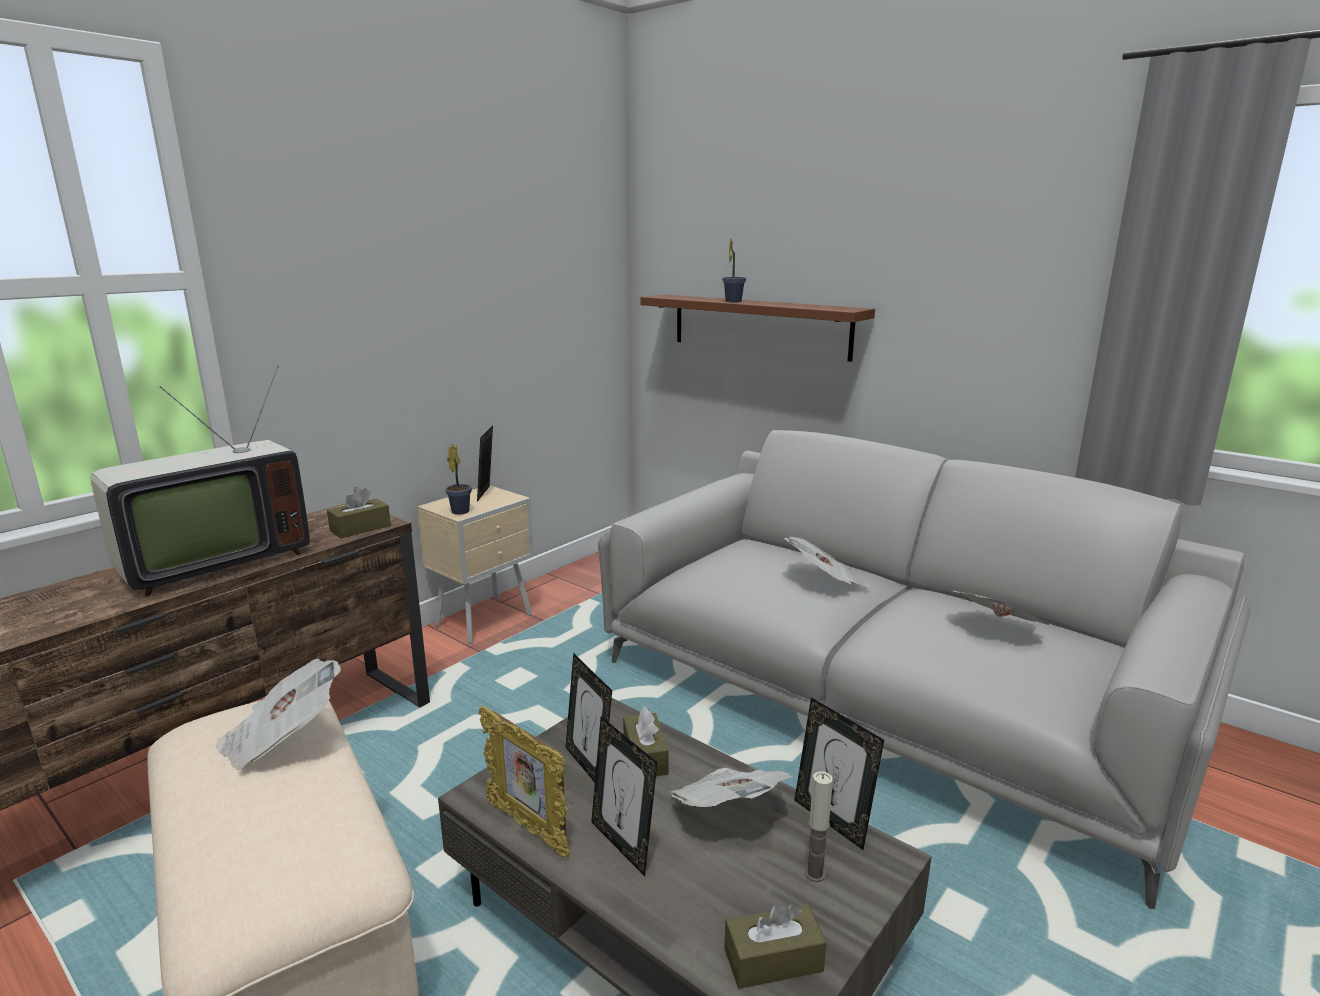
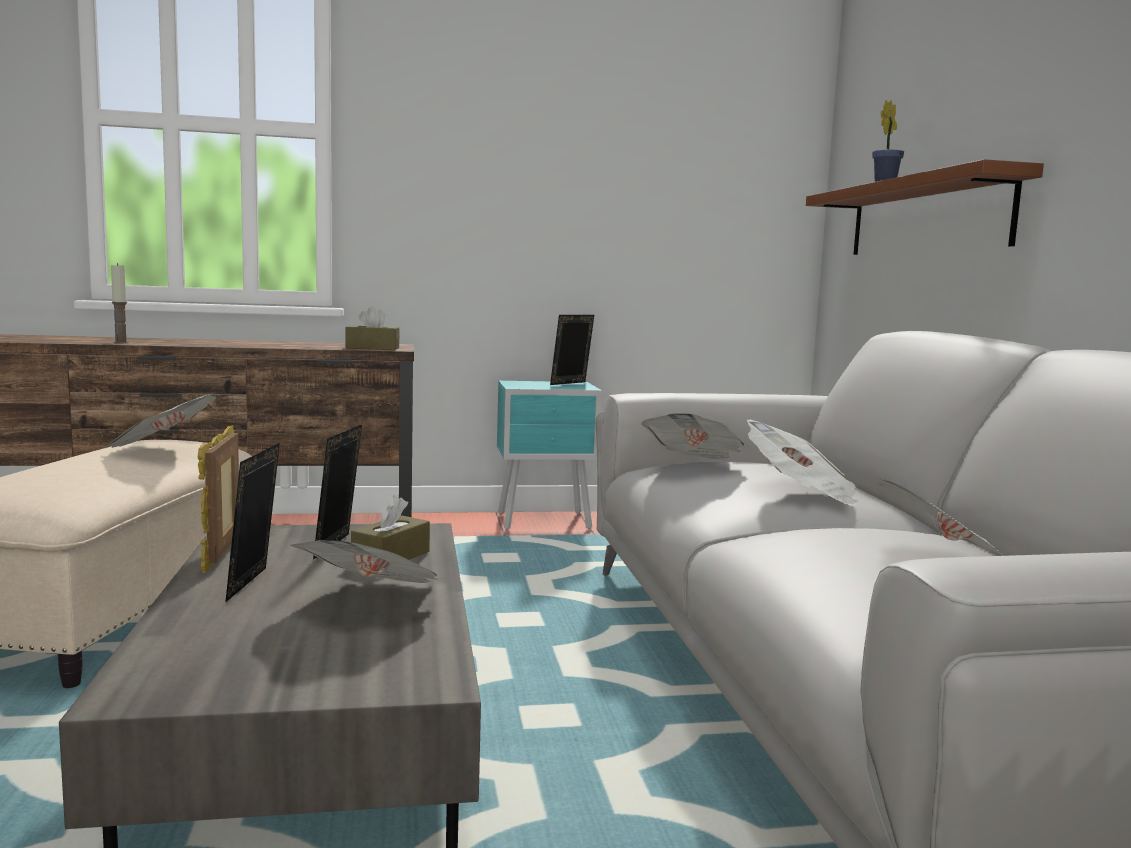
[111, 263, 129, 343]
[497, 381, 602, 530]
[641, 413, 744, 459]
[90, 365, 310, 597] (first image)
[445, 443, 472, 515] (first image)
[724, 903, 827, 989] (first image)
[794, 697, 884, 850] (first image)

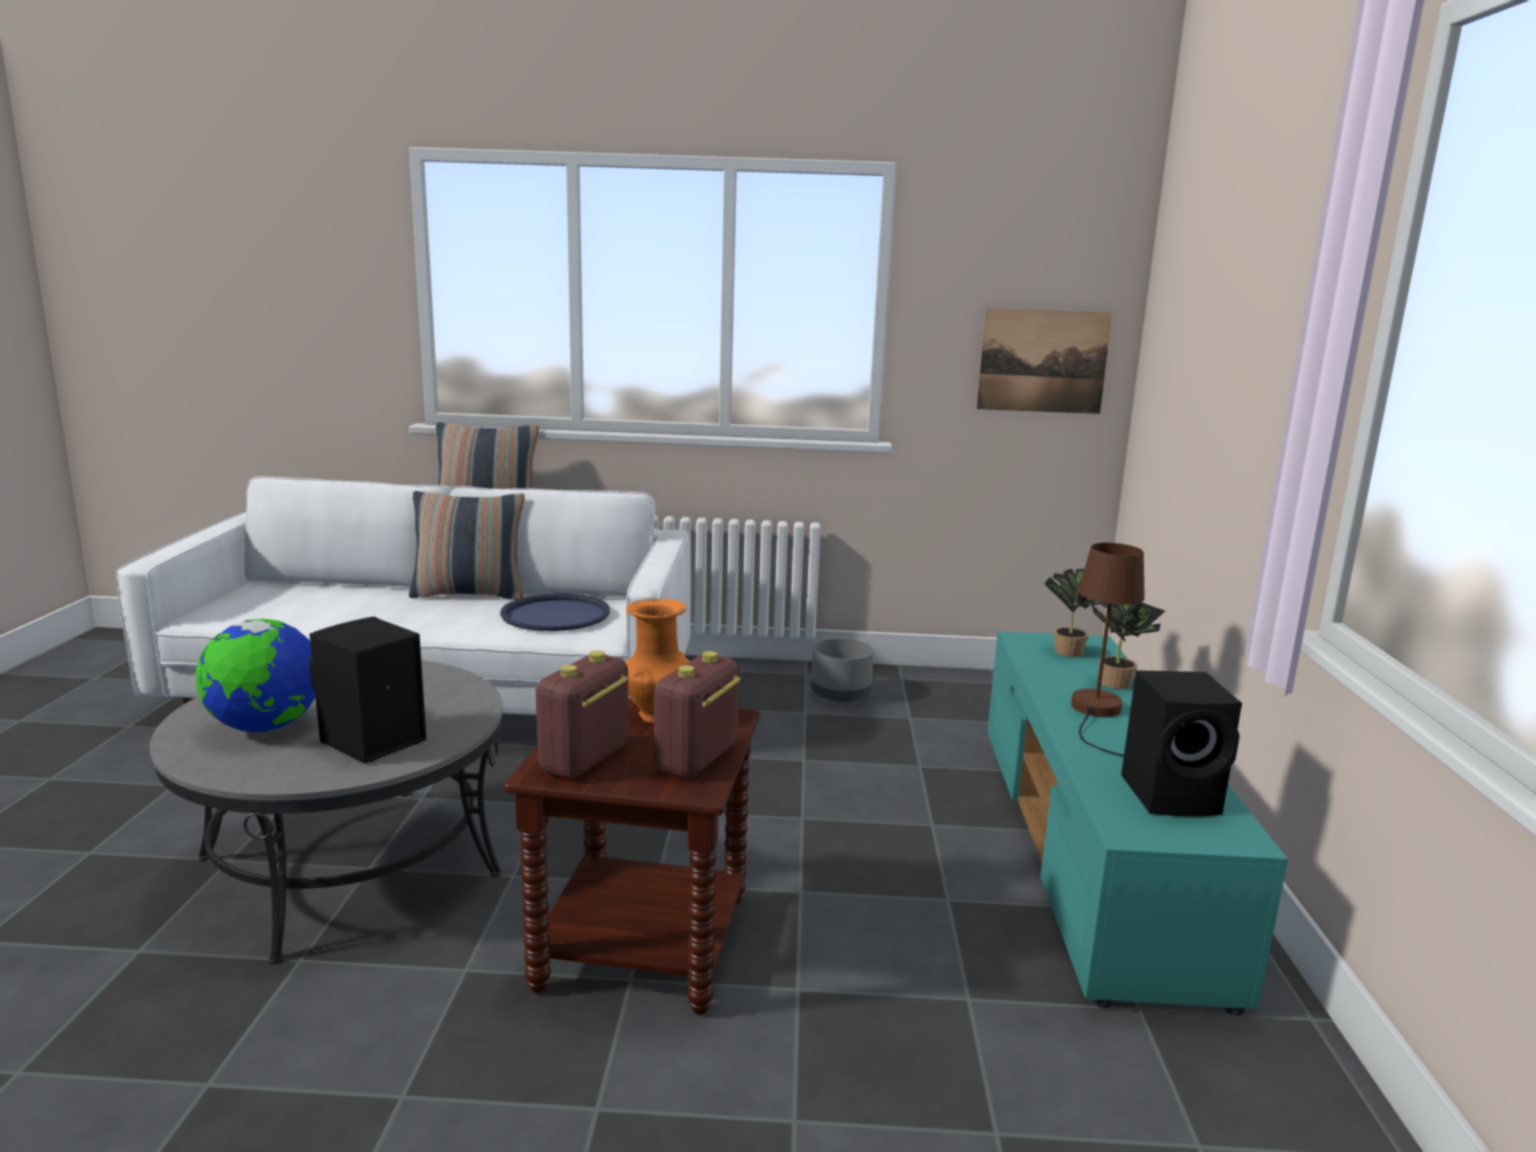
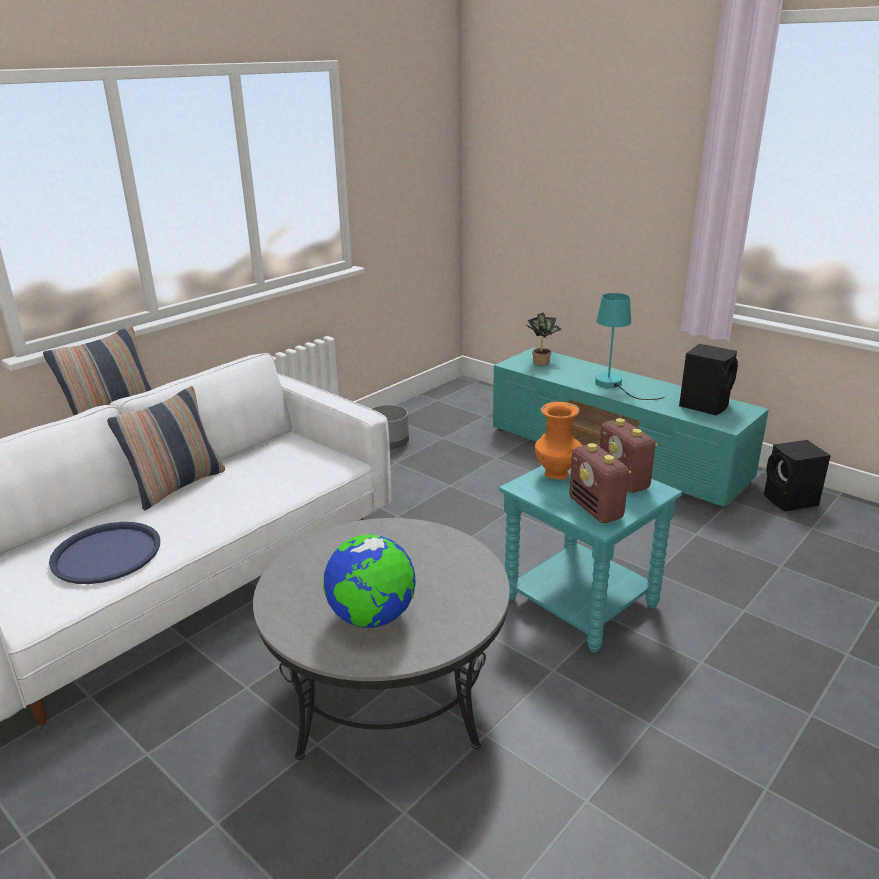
[49, 522, 160, 584]
[499, 466, 682, 652]
[595, 293, 665, 400]
[764, 440, 831, 511]
[976, 308, 1112, 414] (first image)
[1091, 602, 1165, 689] (first image)

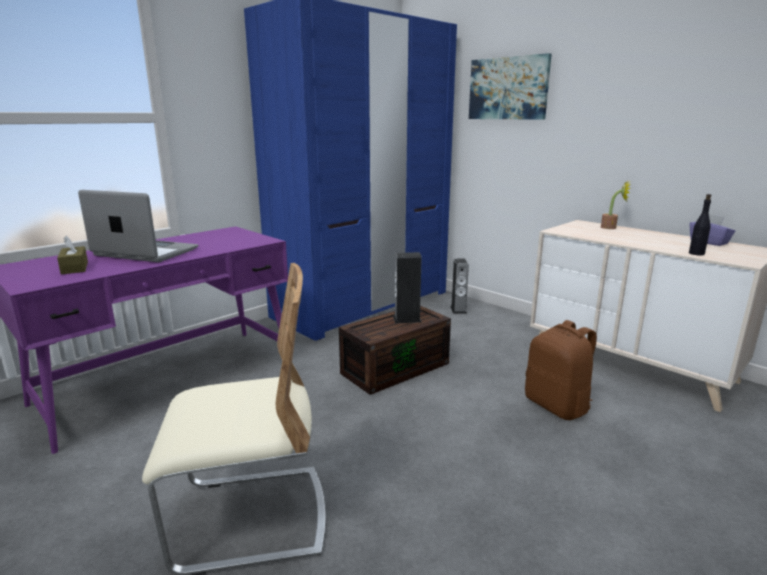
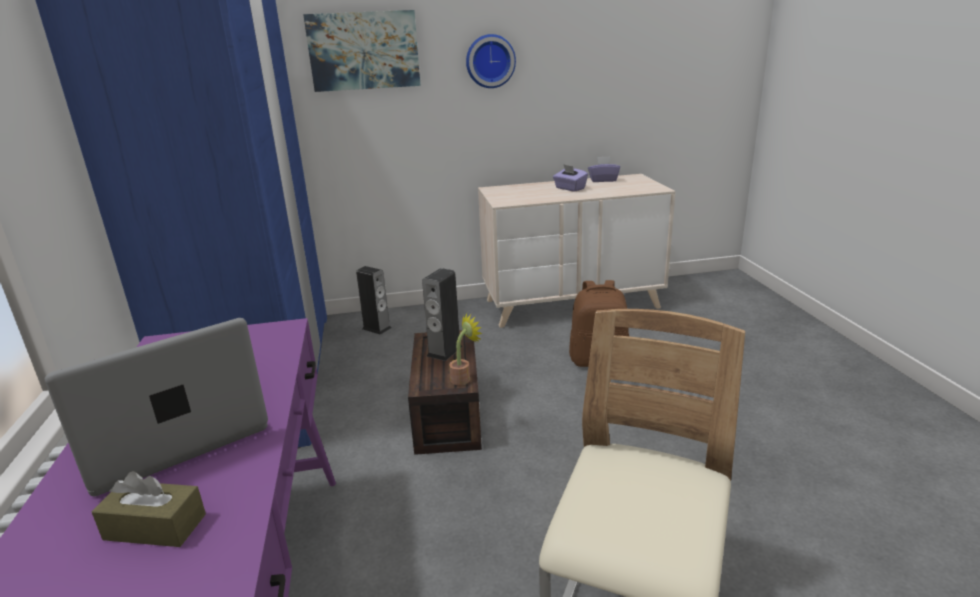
[449, 314, 483, 385]
[466, 34, 516, 88]
[553, 164, 588, 192]
[689, 194, 711, 255] (first image)

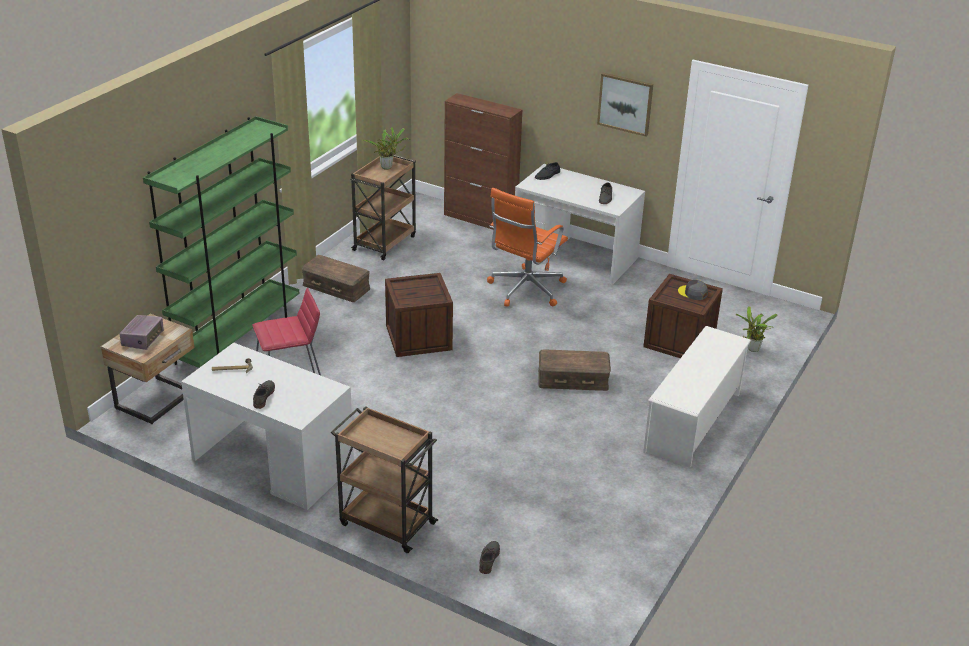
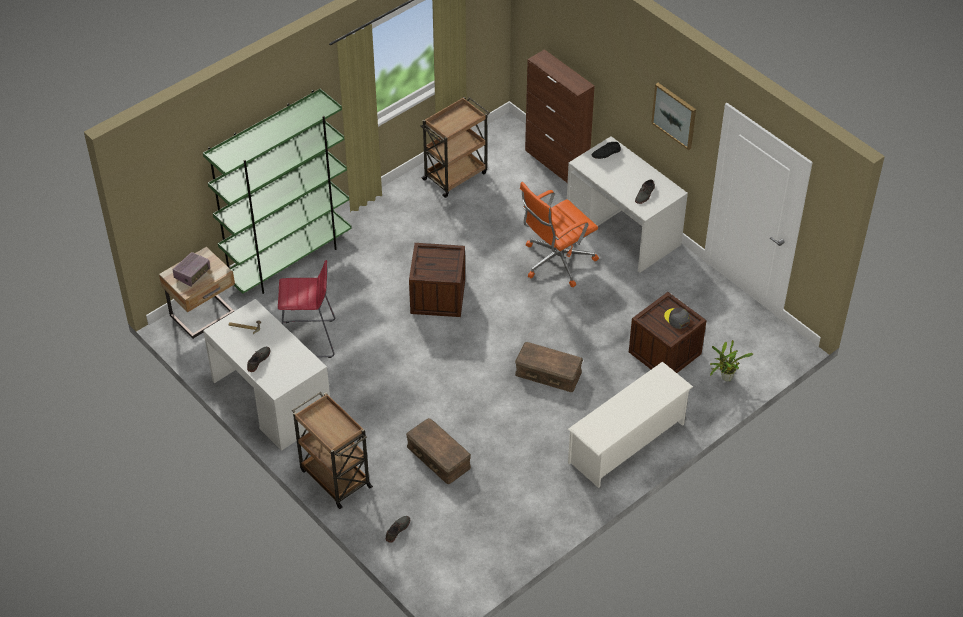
[406, 418, 471, 484]
[364, 127, 411, 169] (first image)

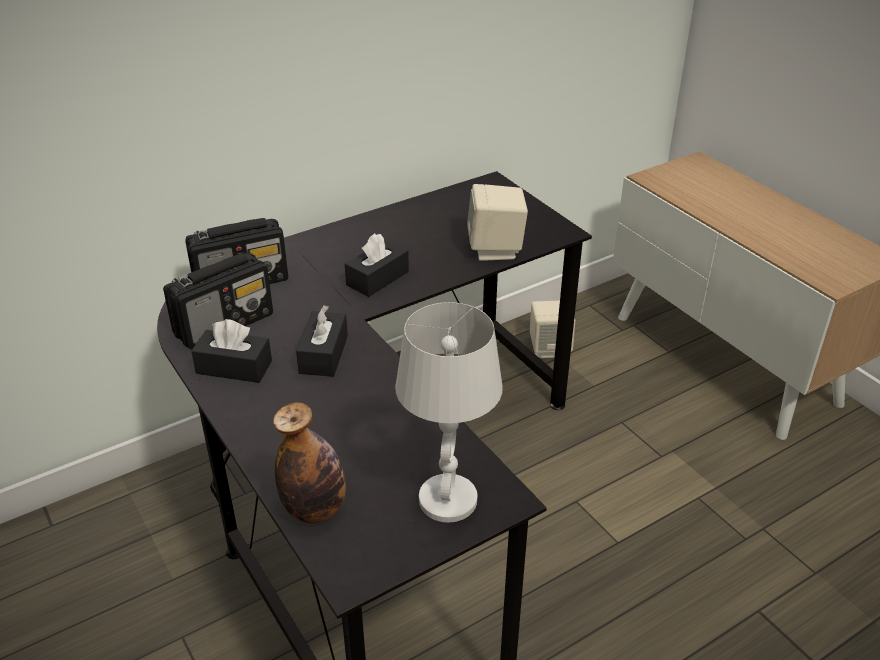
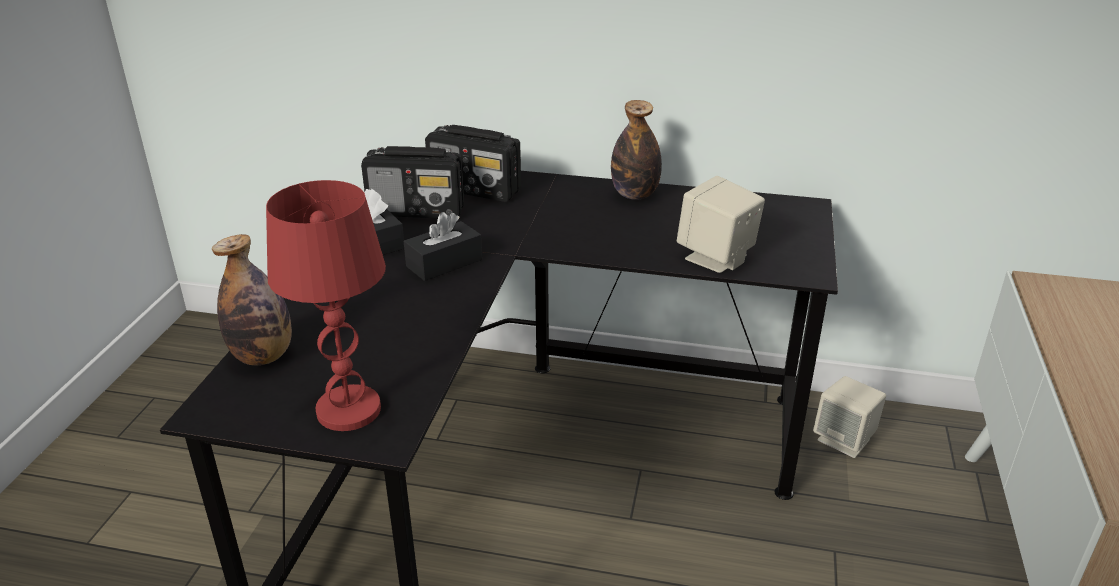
[266, 180, 386, 431]
[611, 100, 662, 200]
[345, 234, 409, 297] (first image)

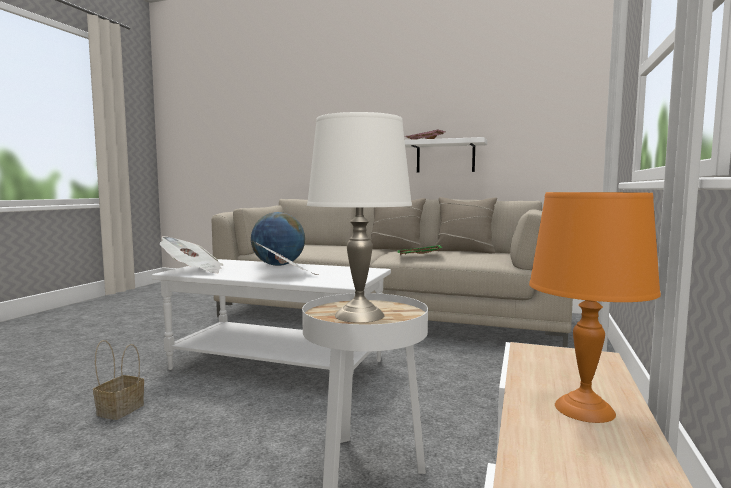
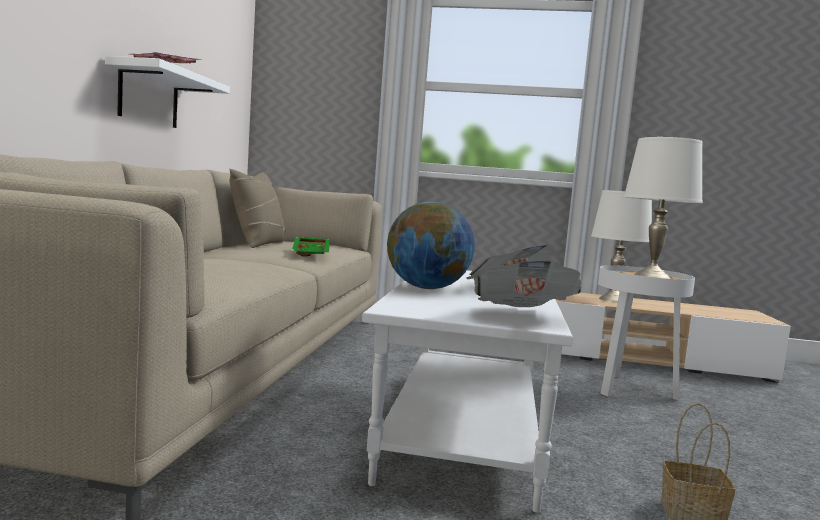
[591, 190, 652, 303]
[370, 198, 426, 250] (first image)

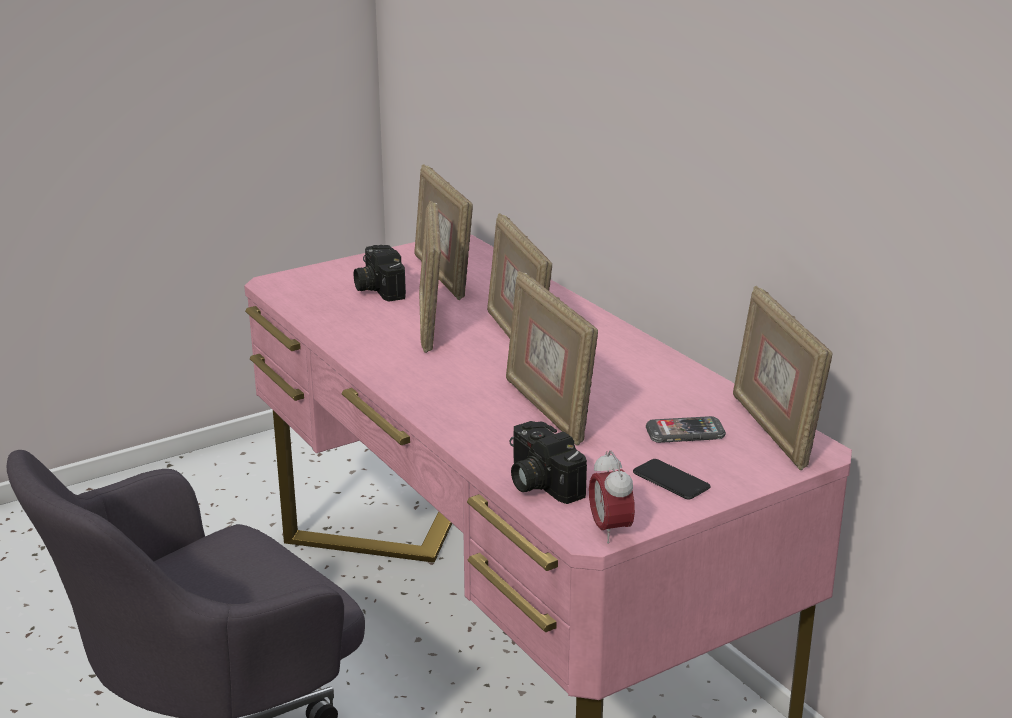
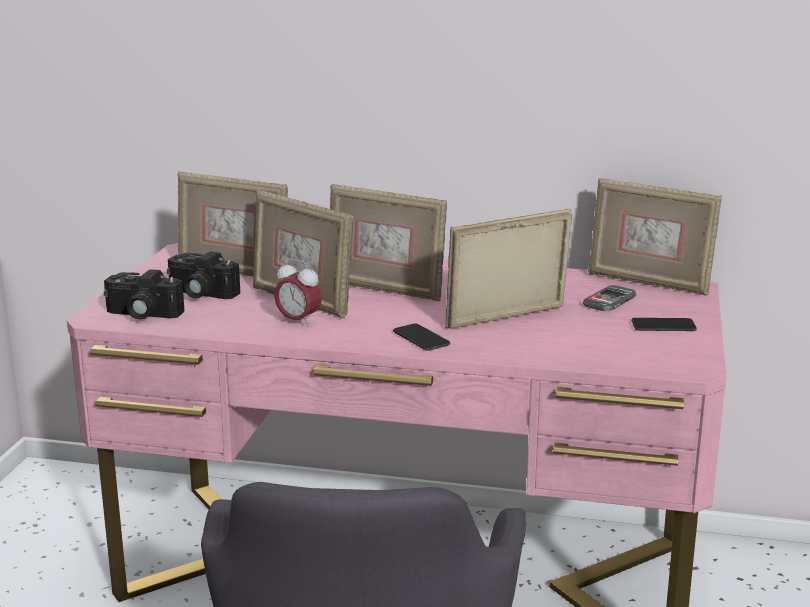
[104, 269, 184, 320]
[274, 259, 322, 327]
[393, 323, 450, 351]
[445, 209, 572, 329]

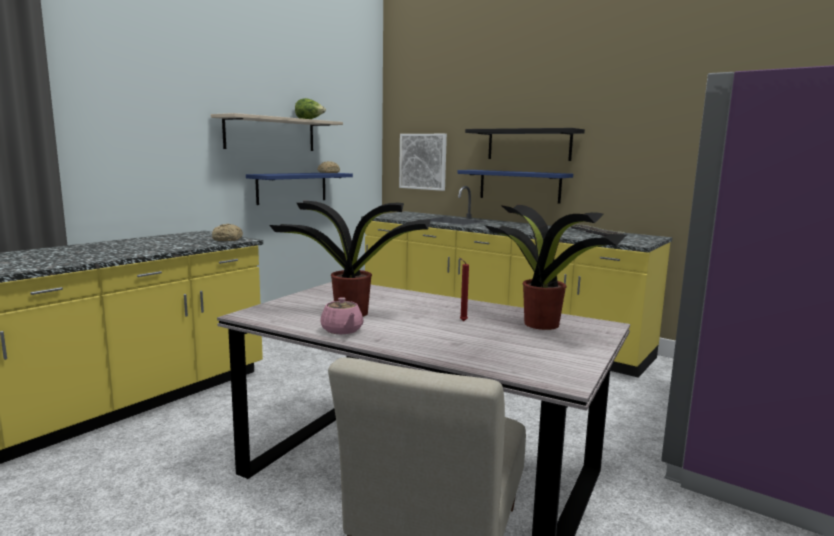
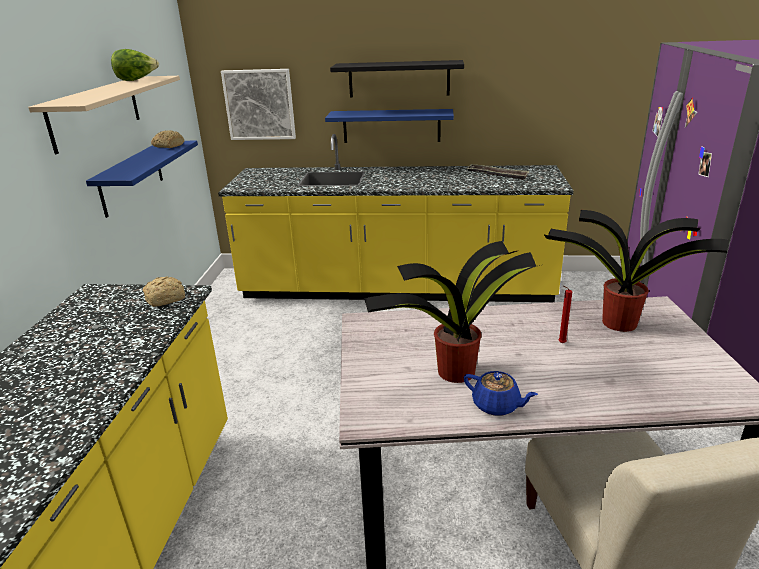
[464, 371, 538, 416]

